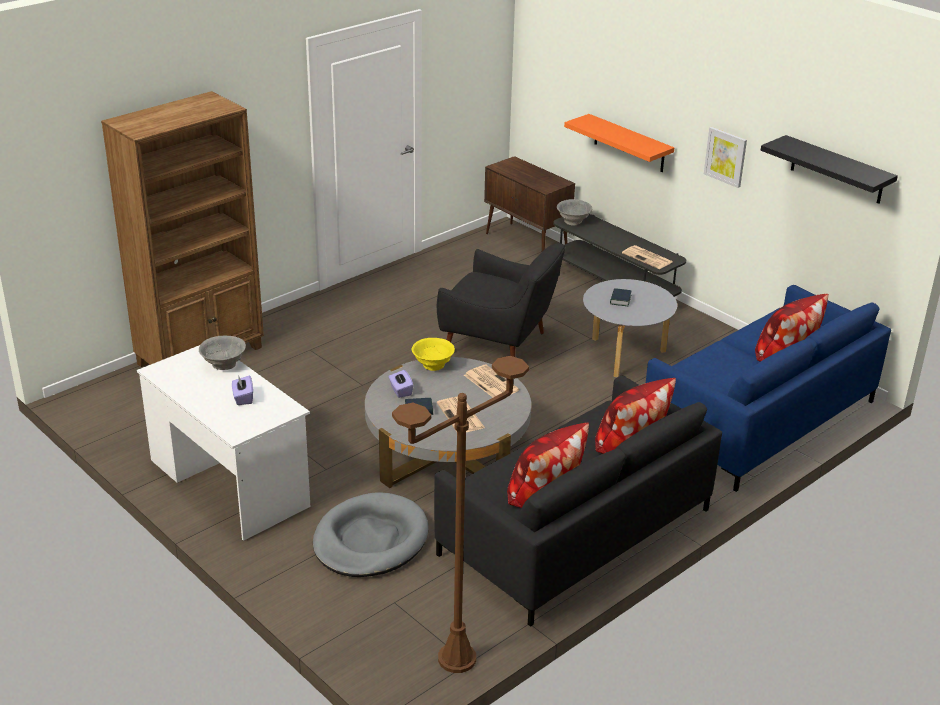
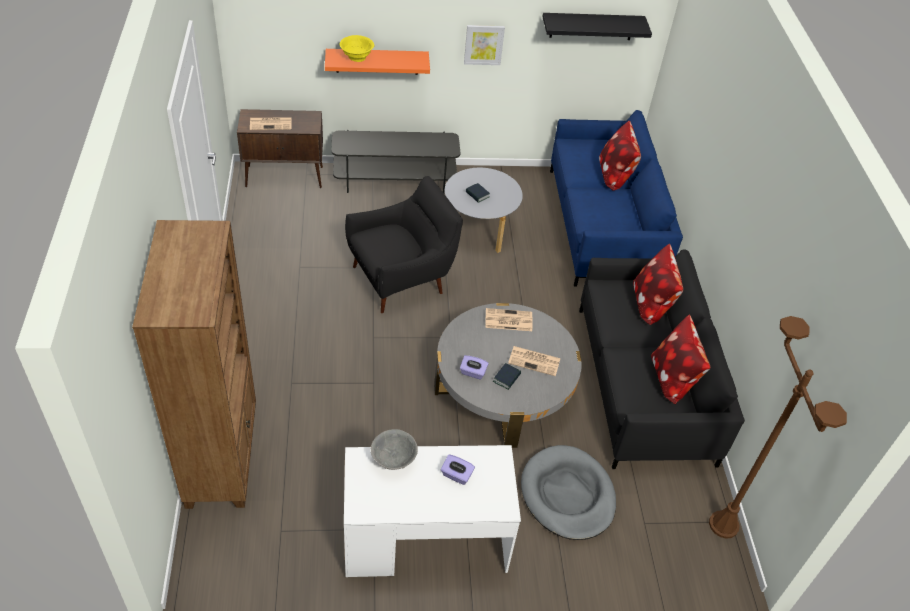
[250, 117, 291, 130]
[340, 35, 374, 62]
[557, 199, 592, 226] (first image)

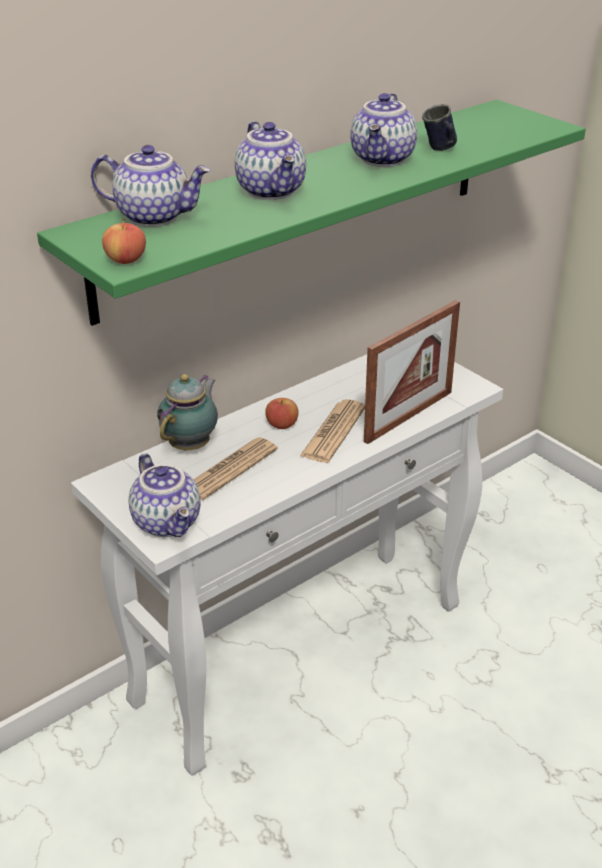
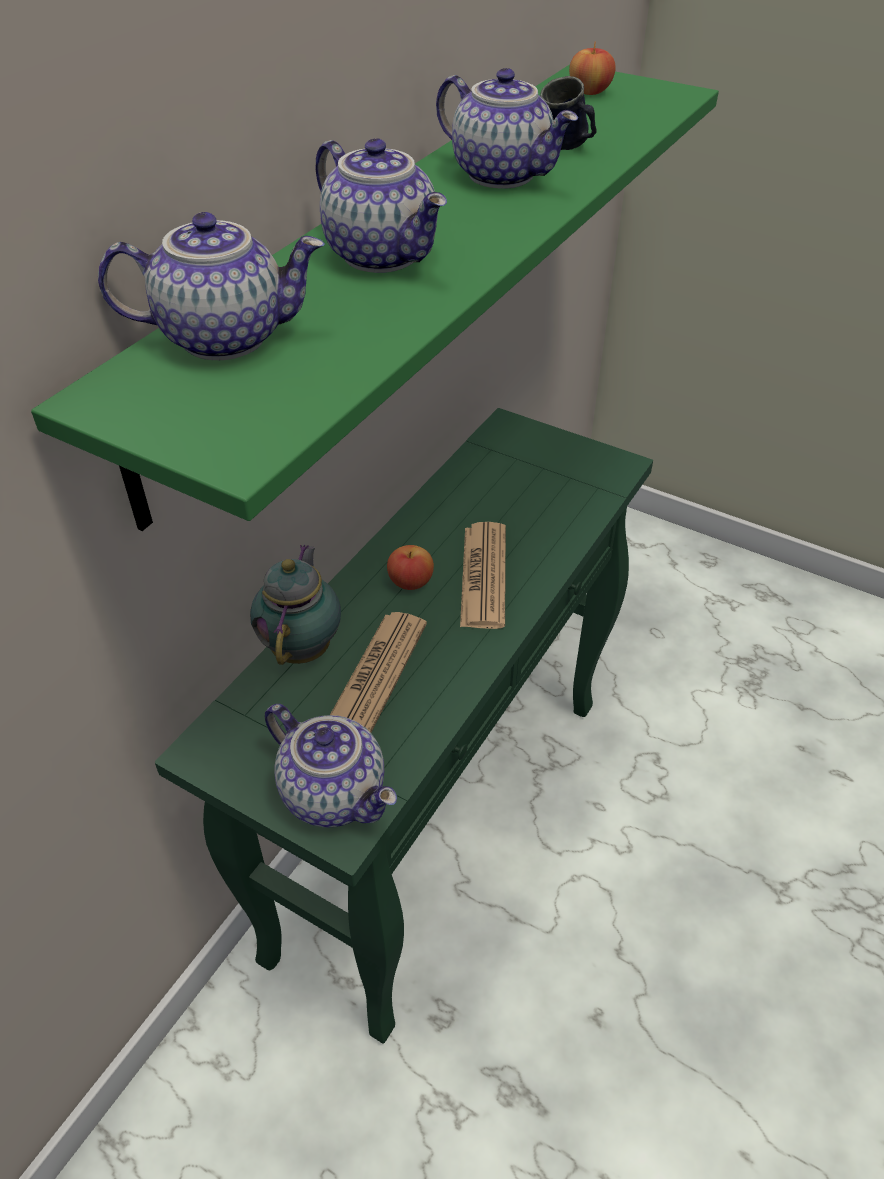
[155, 408, 653, 1044]
[436, 68, 578, 189]
[569, 42, 616, 95]
[364, 300, 460, 444] (first image)

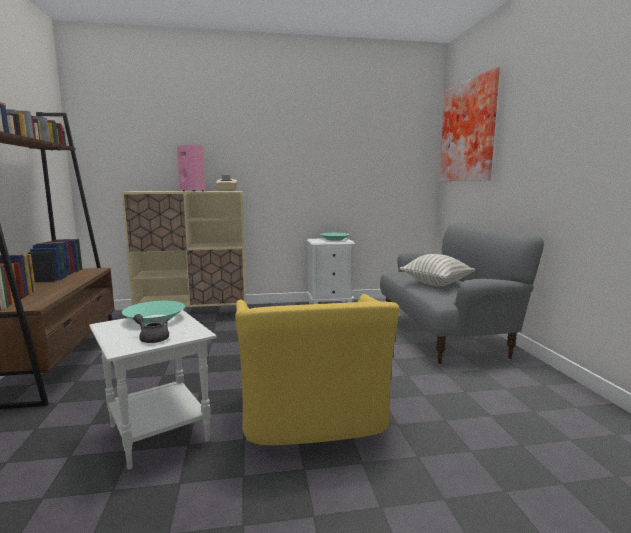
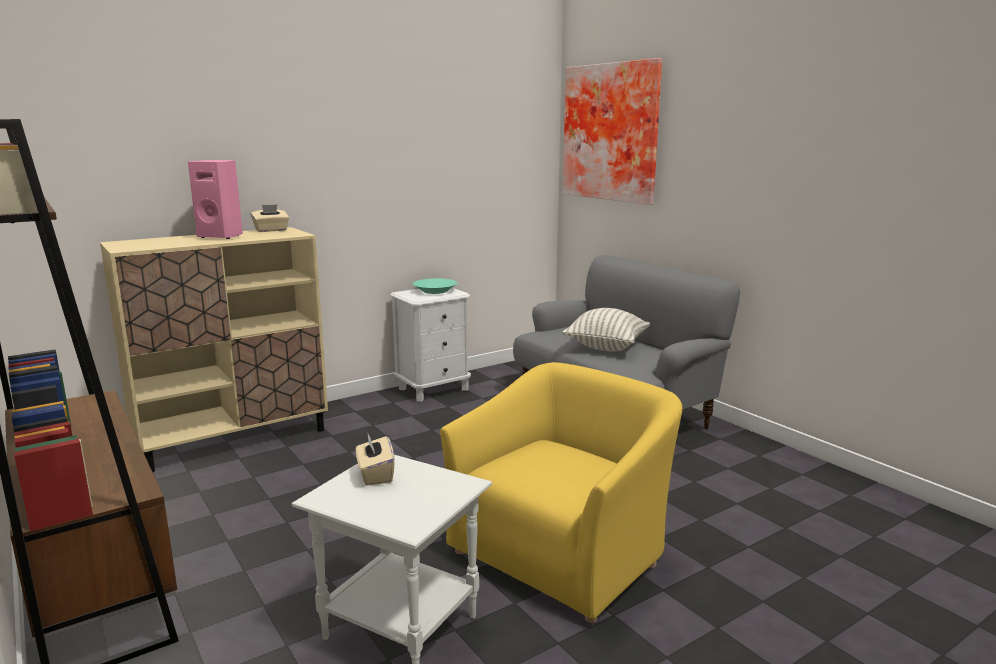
[356, 434, 395, 485]
[440, 362, 682, 623]
[134, 314, 169, 343] (first image)

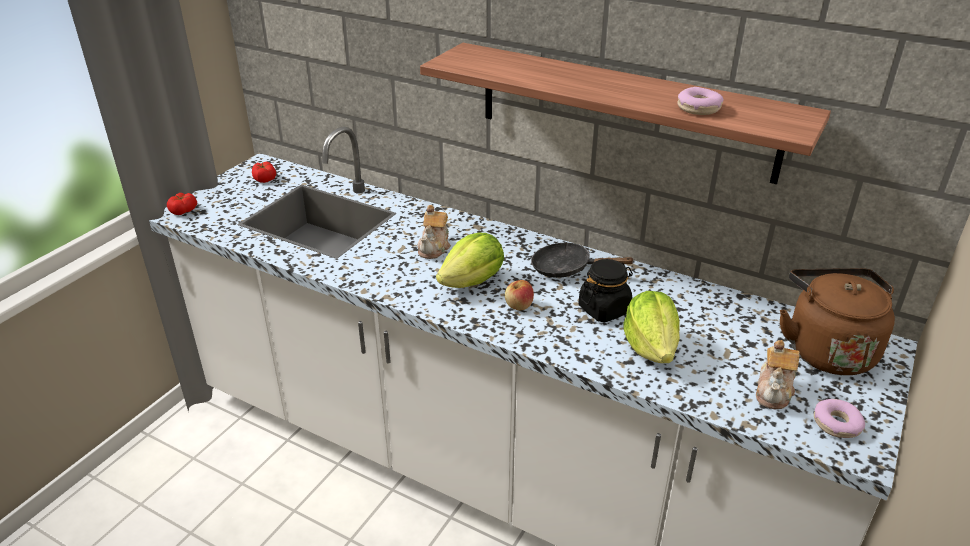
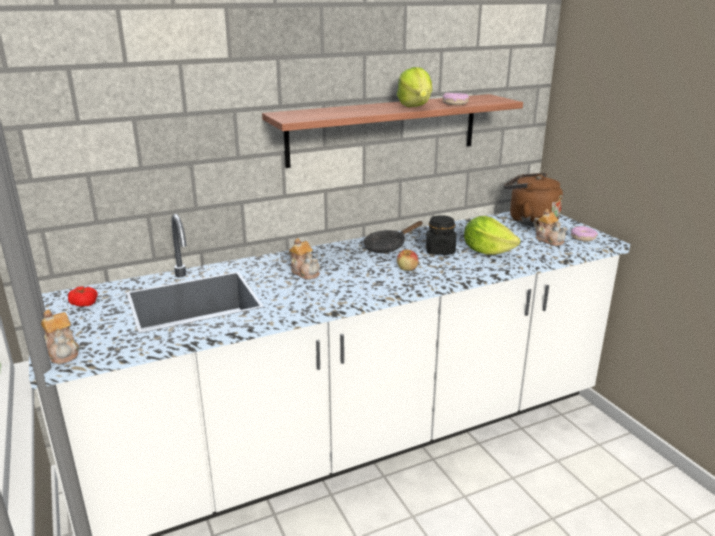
[41, 309, 79, 364]
[397, 67, 433, 107]

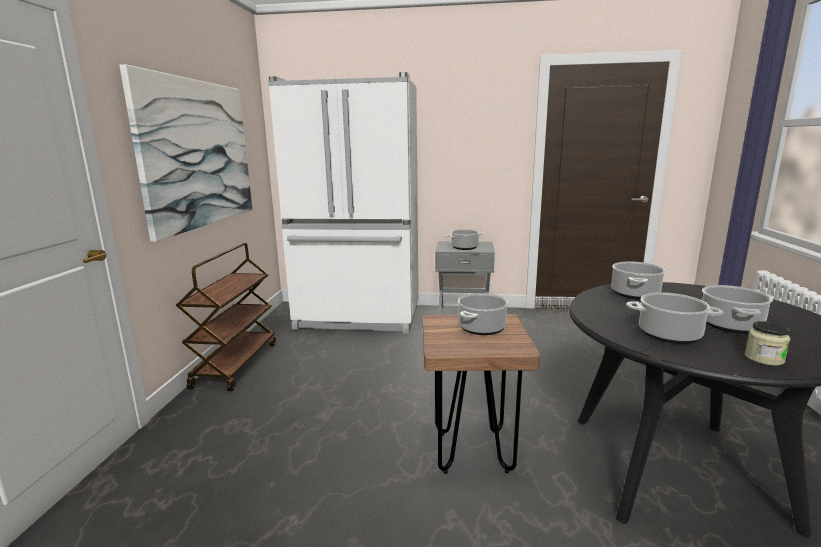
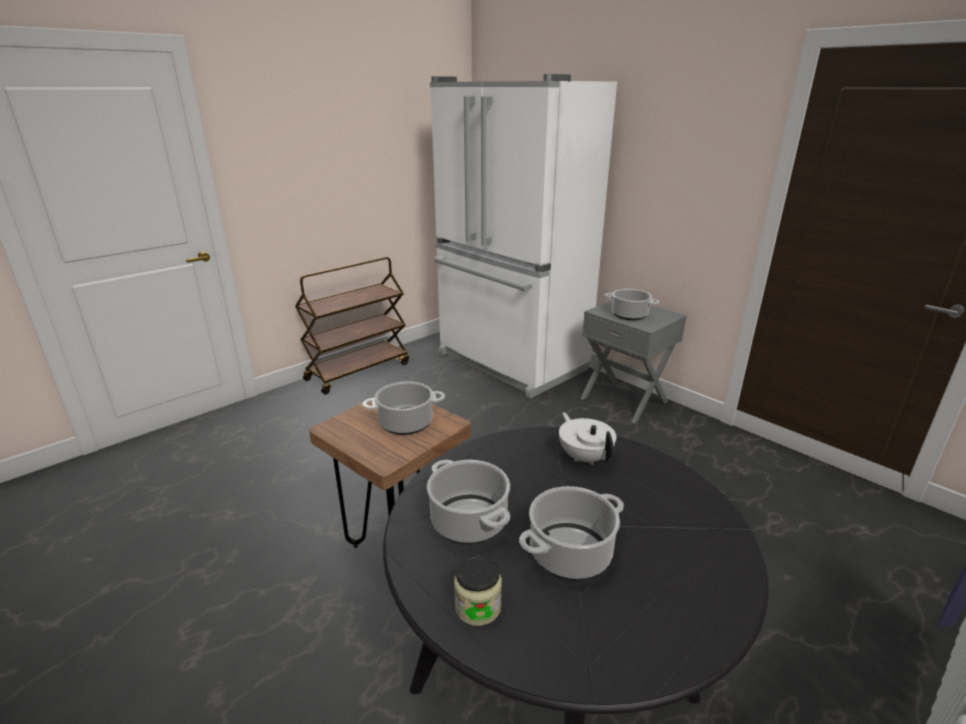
[559, 412, 616, 465]
[119, 64, 253, 242] (first image)

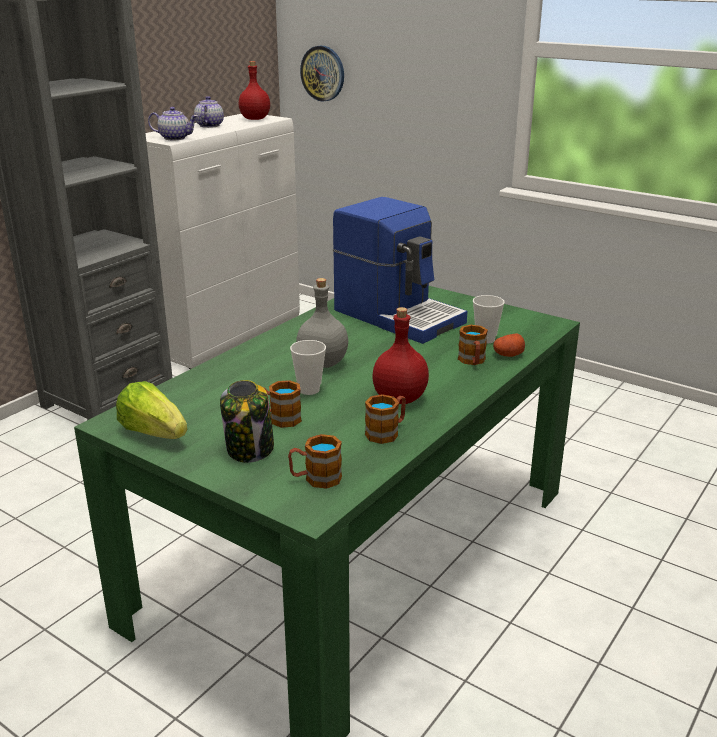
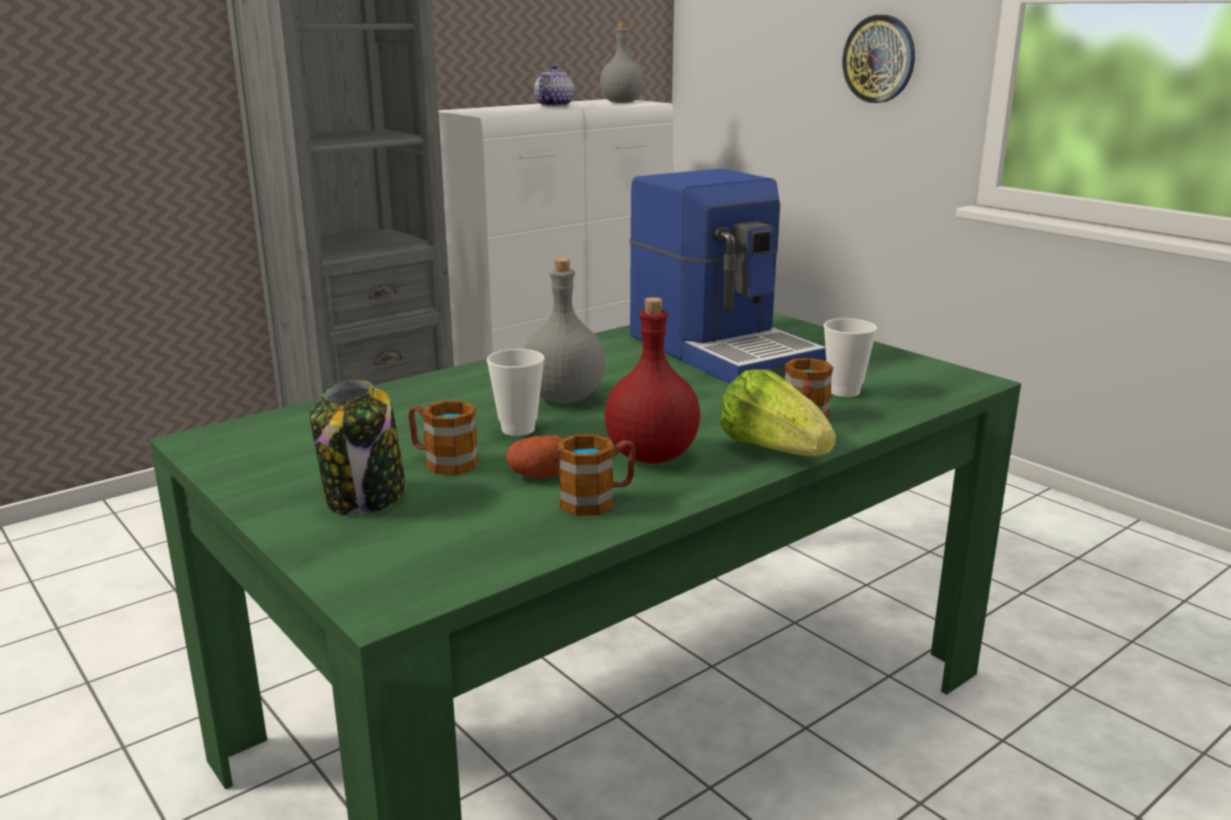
[506, 435, 564, 479]
[600, 22, 644, 103]
[720, 369, 836, 456]
[842, 15, 915, 103]
[148, 107, 198, 140] (first image)
[288, 434, 342, 489] (first image)

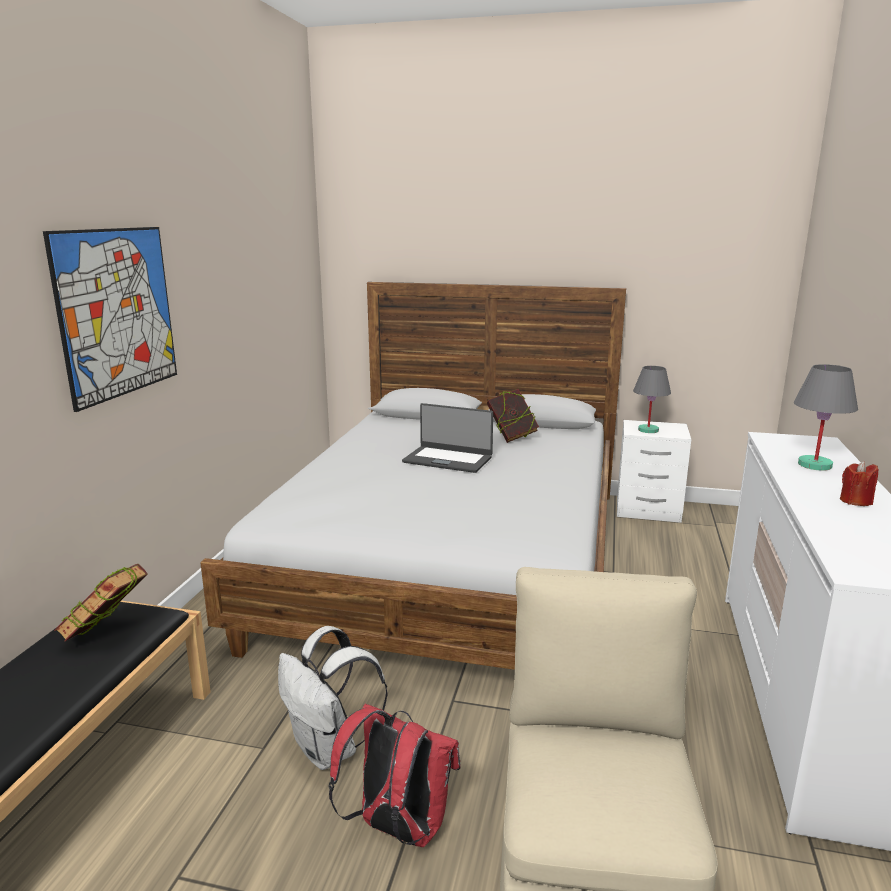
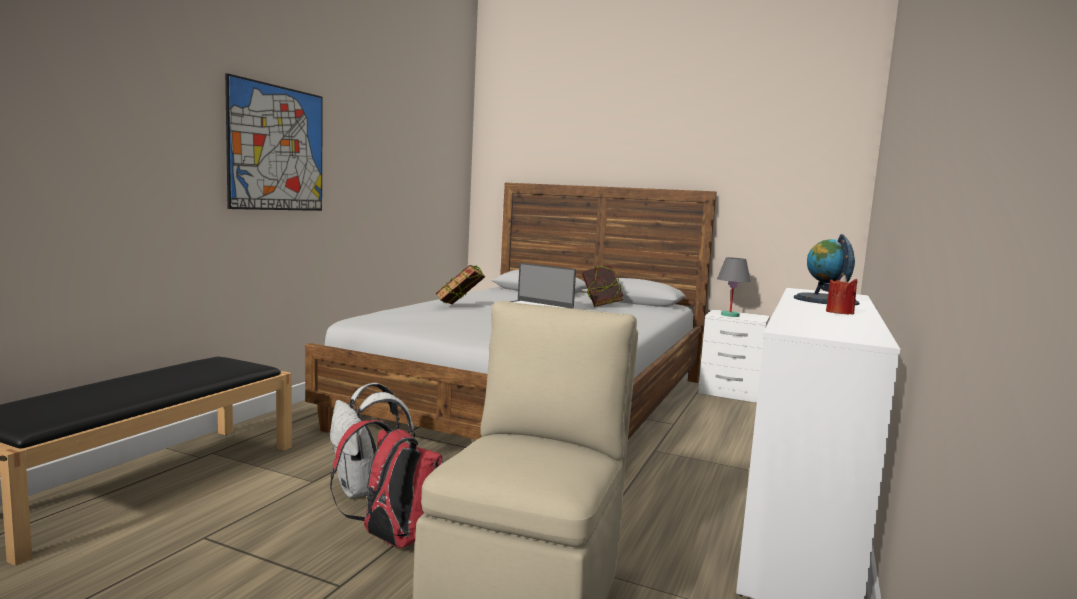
[436, 265, 485, 304]
[794, 234, 859, 305]

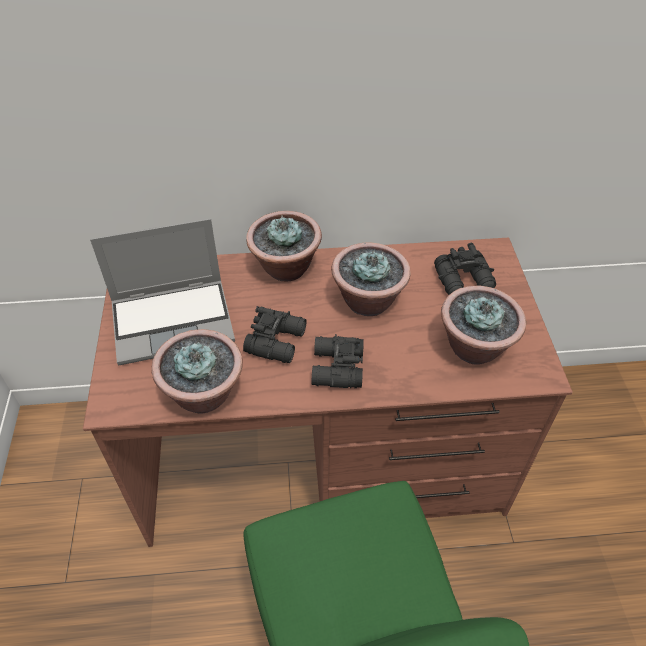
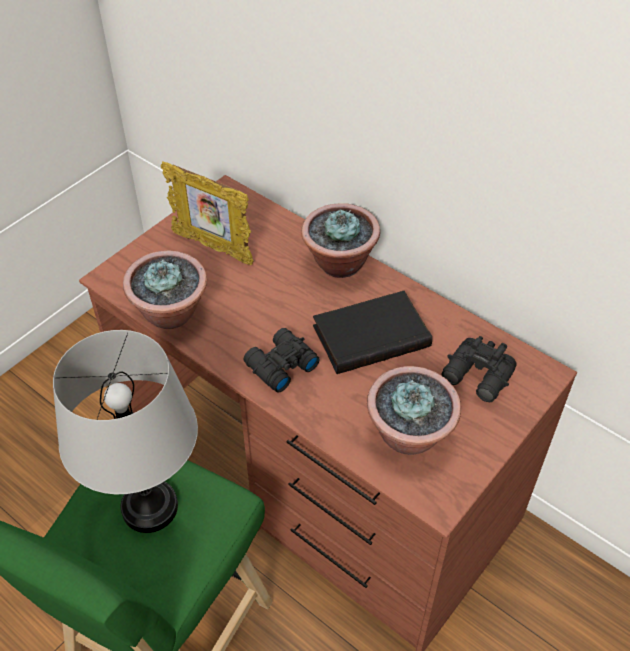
[53, 330, 198, 533]
[161, 161, 253, 265]
[313, 291, 432, 374]
[243, 306, 307, 363] (first image)

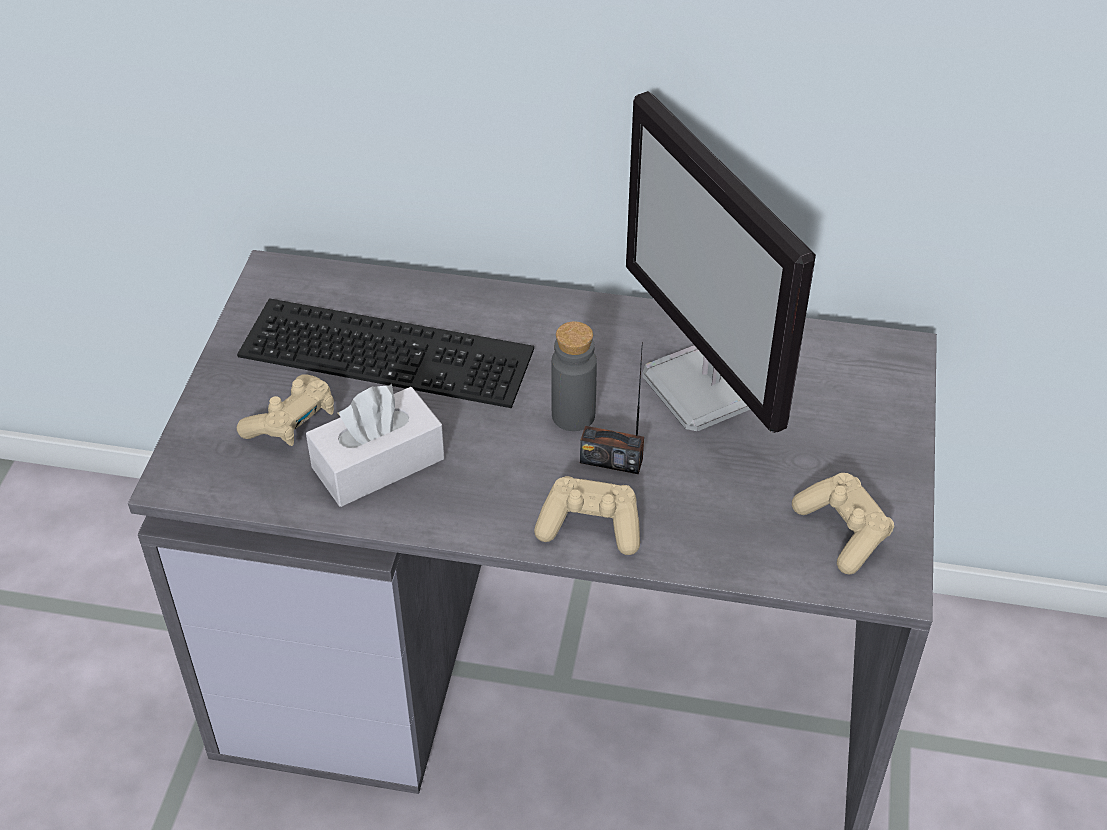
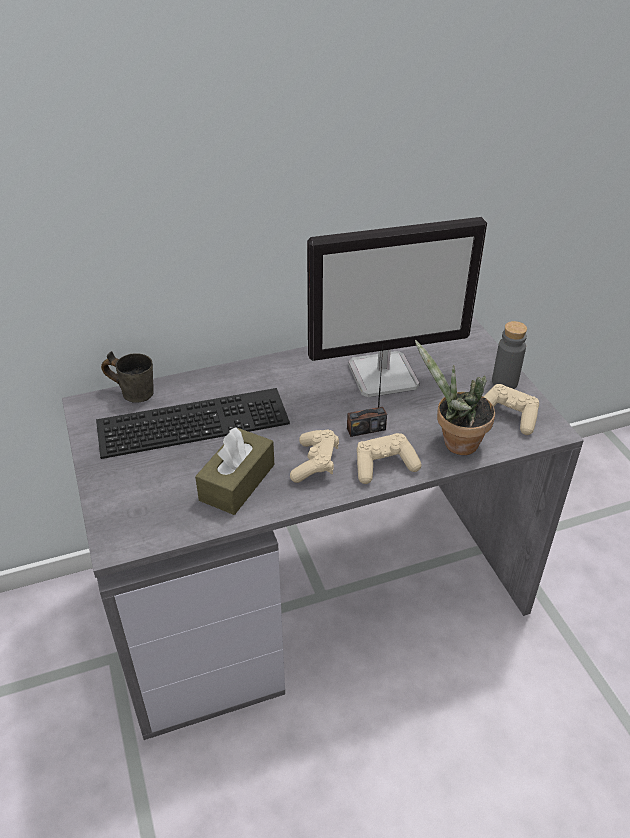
[101, 351, 154, 403]
[195, 427, 274, 515]
[290, 430, 339, 483]
[307, 217, 487, 397]
[415, 340, 495, 455]
[492, 321, 527, 389]

